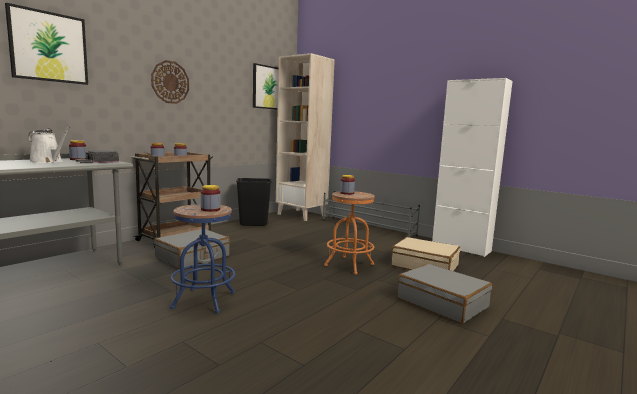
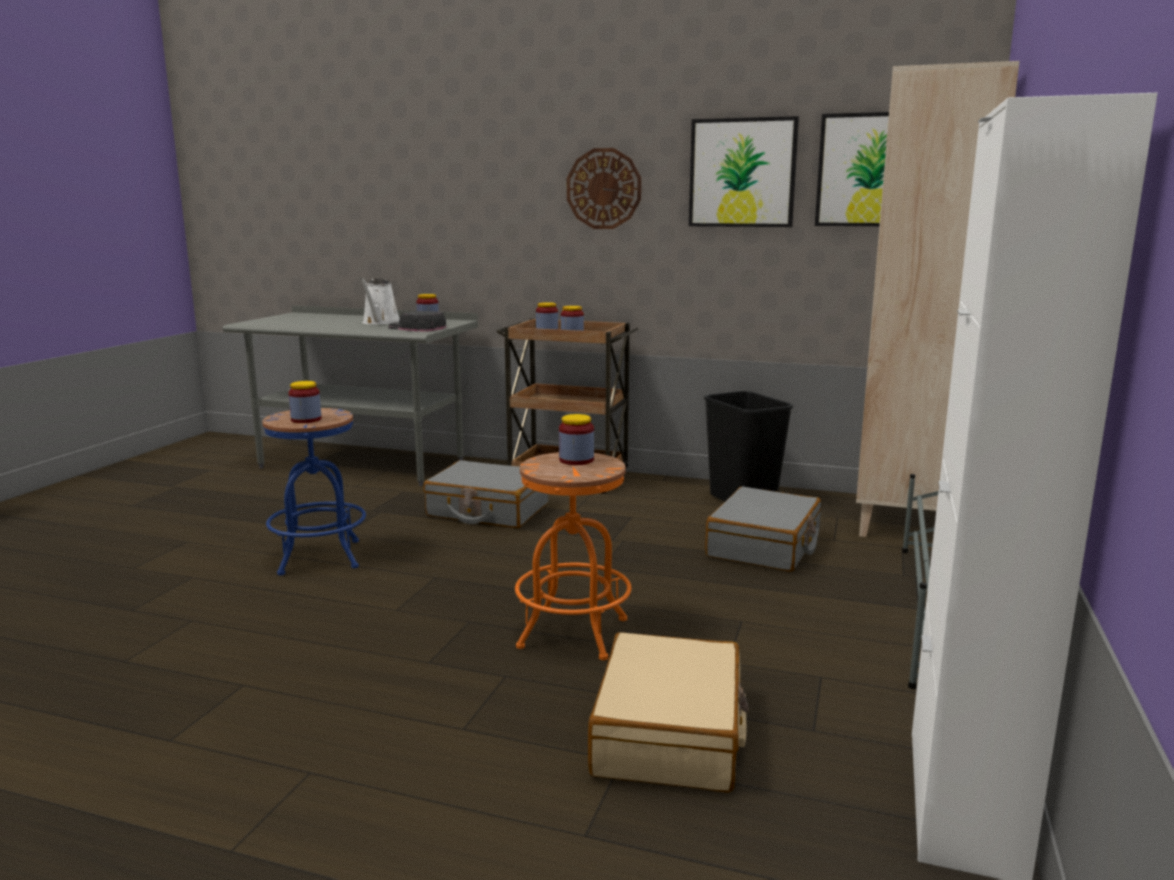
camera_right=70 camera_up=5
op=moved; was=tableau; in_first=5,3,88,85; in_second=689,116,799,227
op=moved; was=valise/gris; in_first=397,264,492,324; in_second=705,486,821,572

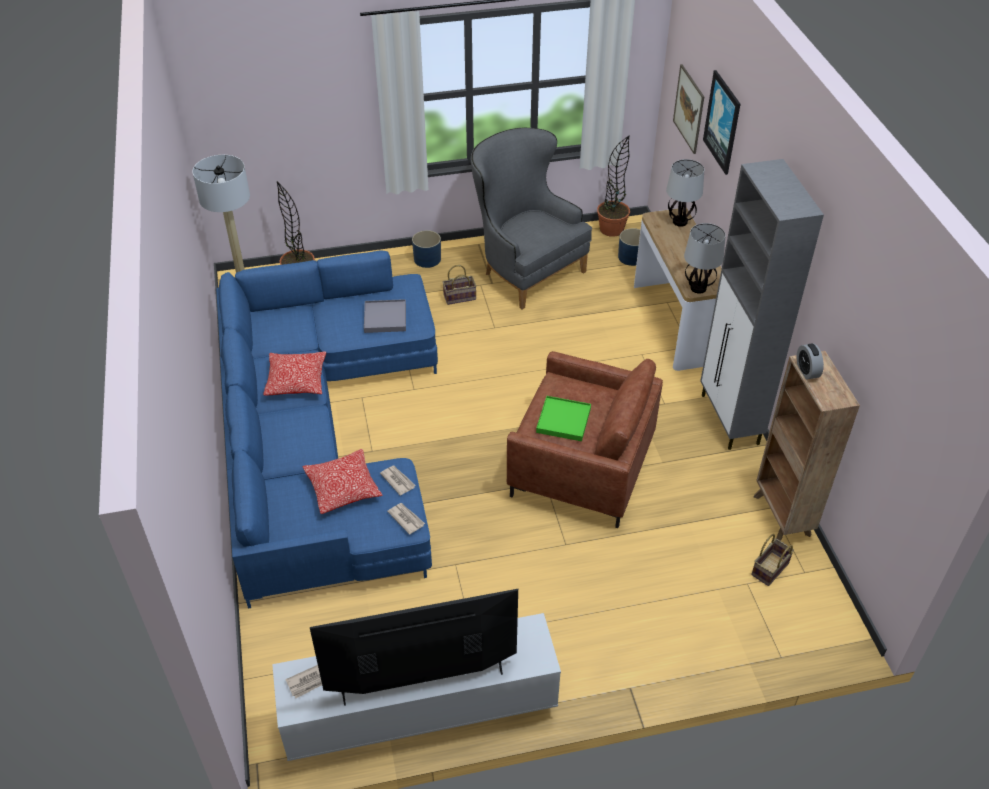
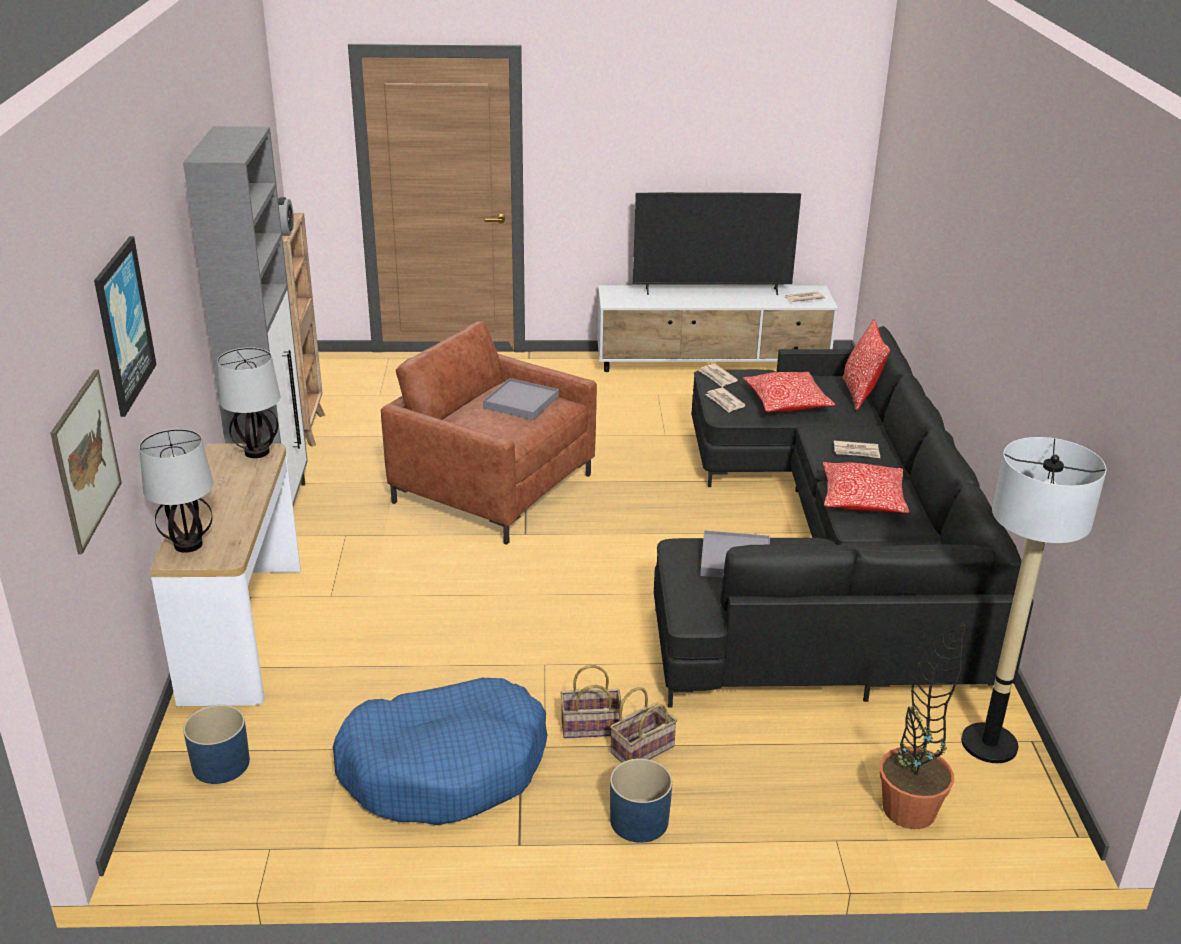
camera_right=-170 camera_up=-15
op=replaced; was=fauteuil/gris; now=panier pour chien/bleu; in_first=471,128,592,310; in_second=333,678,547,825
op=recoloured; was=plateau/vert; now=plateau/gris; in_first=536,396,591,441; in_second=483,378,559,420
op=moved; was=panier; in_first=751,534,794,586; in_second=610,687,677,763
op=recoloured; was=canapé/bleu; now=canapé/noir; in_first=216,251,438,608; in_second=654,326,1034,708
op=added; now=journal; in_second=834,441,880,458
op=added; now=coussin; in_second=842,319,890,411
op=removed; was=plante en pot; in_first=597,136,630,237

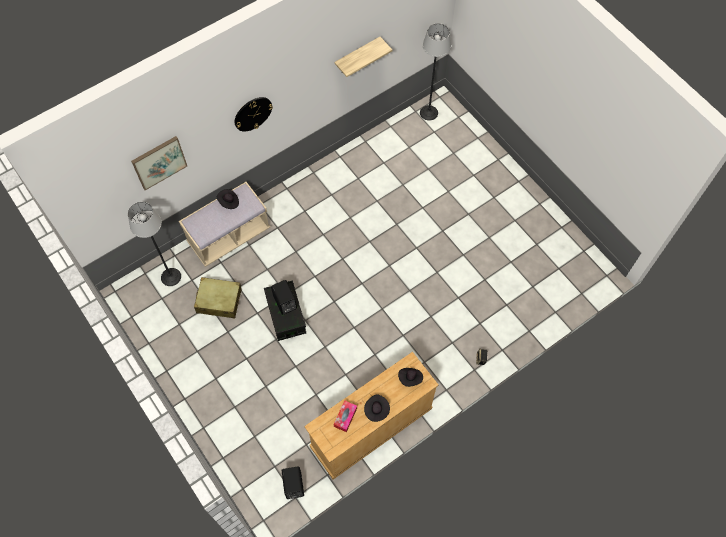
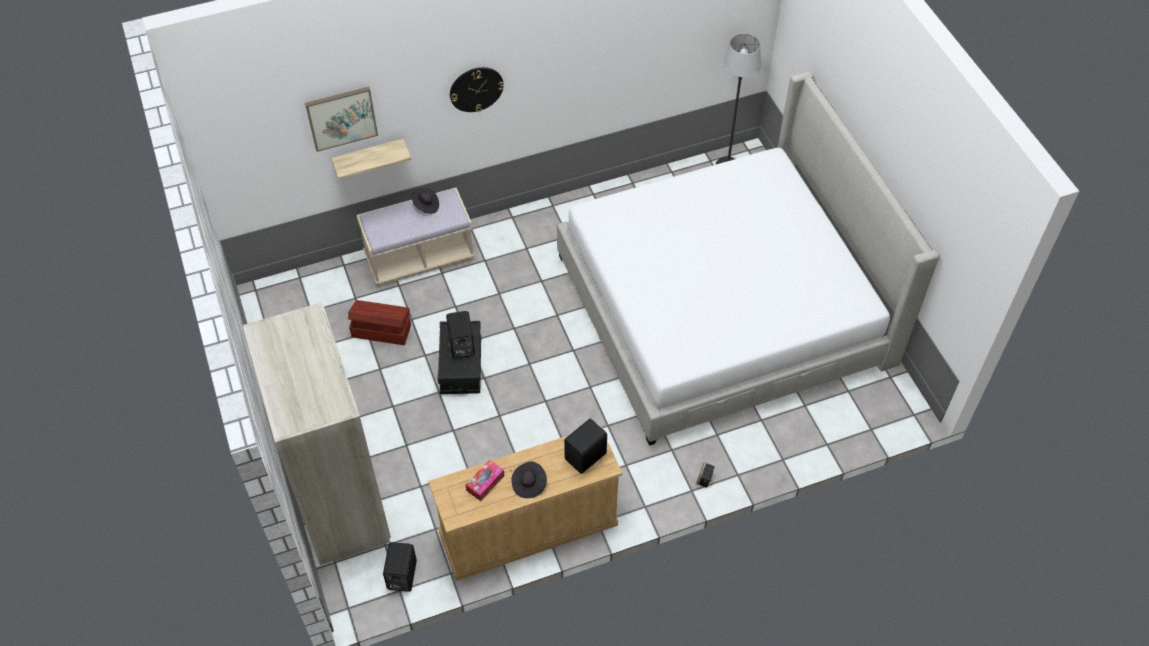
camera_right=15 camera_up=-10
op=added; now=armoire/beige; in_second=242,302,391,565
op=moved; was=étagère; in_first=334,37,392,77; in_second=331,139,411,179
op=replaced; was=valise/beige; now=boîte de rangement/marron; in_first=194,277,242,319; in_second=348,300,411,345
op=added; now=lit; in_second=557,71,940,446
op=replaced; was=chapeau/noir; now=enceinte/noir; in_first=398,368,423,387; in_second=564,419,607,474
op=removed; was=lampadaire; in_first=128,202,181,286

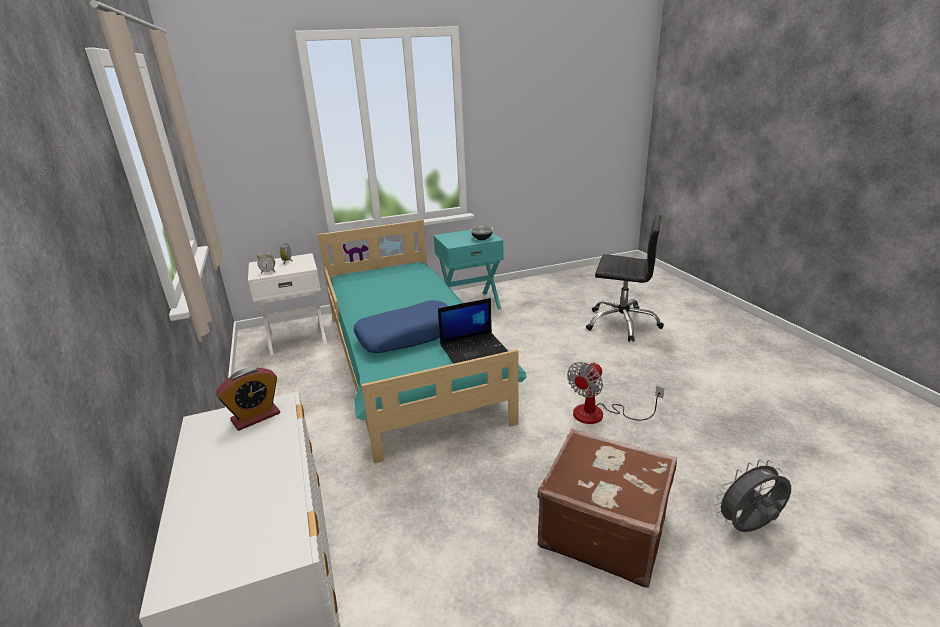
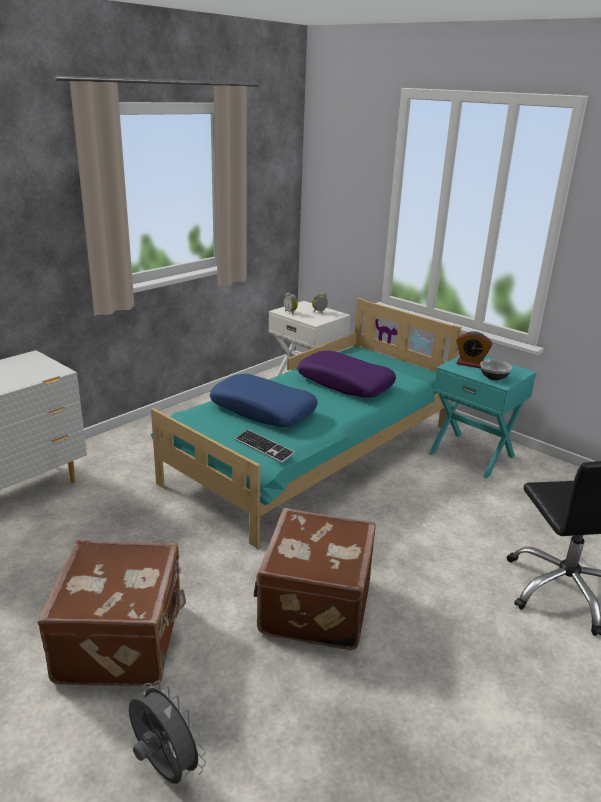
camera_right=60 camera_up=0
op=replaced; was=ordinateur portable; now=clavier; in_first=438,298,508,364; in_second=235,430,295,463
op=replaced; was=ventilateur; now=valise/marron; in_first=567,362,664,424; in_second=254,508,376,650
op=added; now=coussin/violet; in_second=298,351,396,398
op=moved; was=réveil; in_first=216,367,280,431; in_second=456,331,492,369

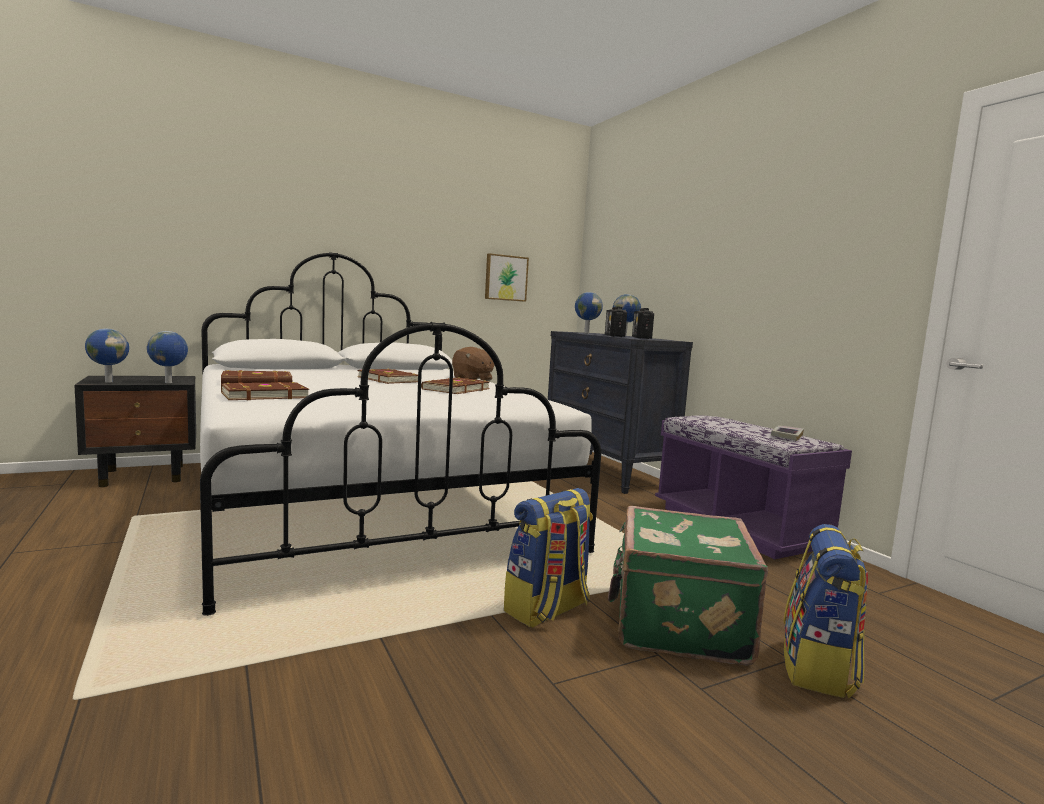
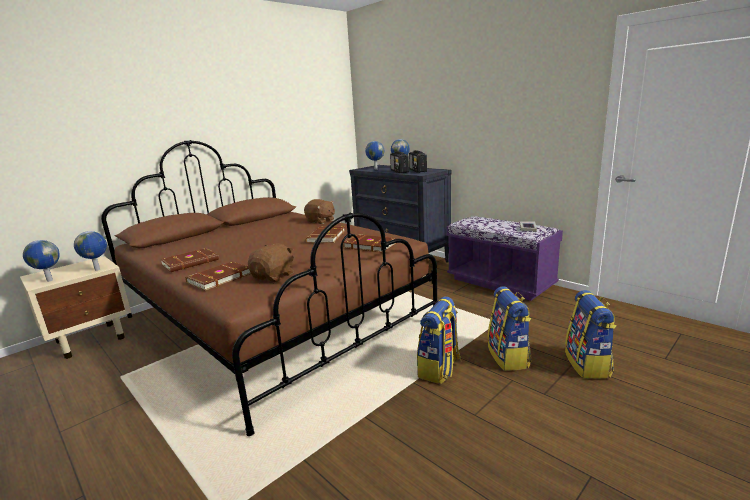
camera_right=-15 camera_up=10
op=recoloured; was=table de chevet/noir; now=table de chevet/beige; in_first=74,376,196,487; in_second=20,256,131,359
op=recoloured; was=lit/blanc; now=lit/marron; in_first=200,252,601,616; in_second=101,140,437,436
op=added; now=peluche/marron; in_second=248,243,294,282
op=moved; was=livre/marron; in_first=358,369,418,384; in_second=343,234,397,253
op=replaced; was=valise/vert; now=sac à dos; in_first=608,506,768,666; in_second=487,286,532,371
op=removed; was=tableau; in_first=485,253,529,302

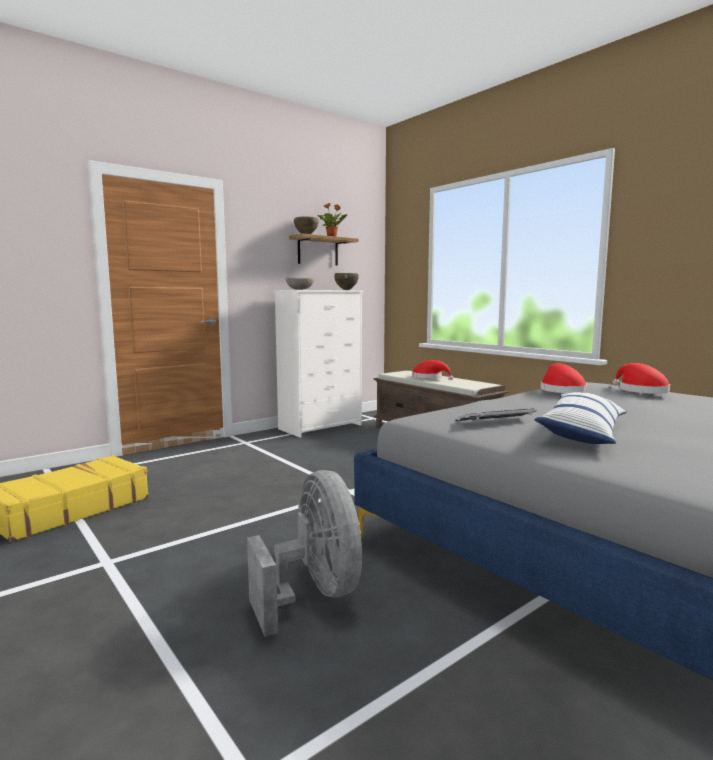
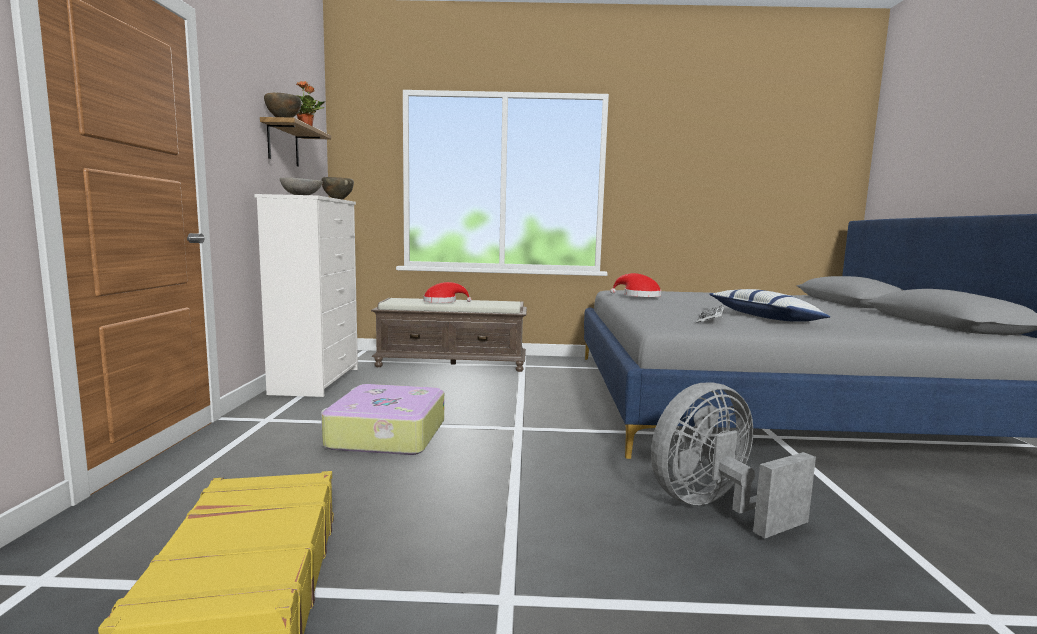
camera_right=-50 camera_up=0
op=added; now=valise; in_second=321,384,444,455
op=turned; was=ventilateur/gris; in_first=247,470,362,637; in_second=651,383,816,538; clockwise=-45
op=removed; was=chapeau/rouge; in_first=613,363,670,394

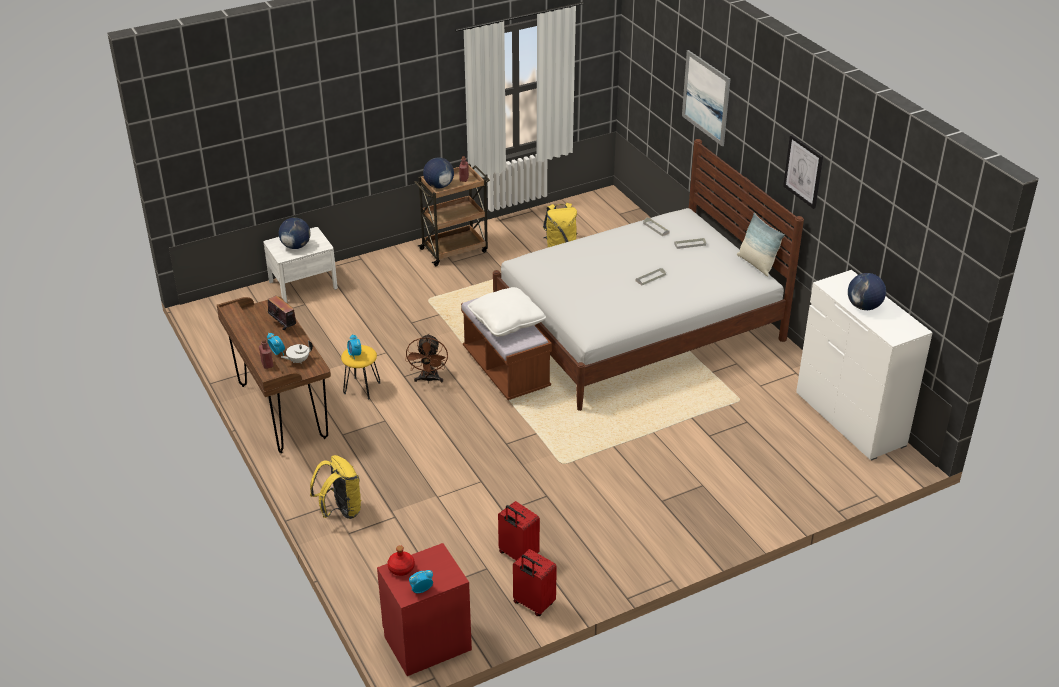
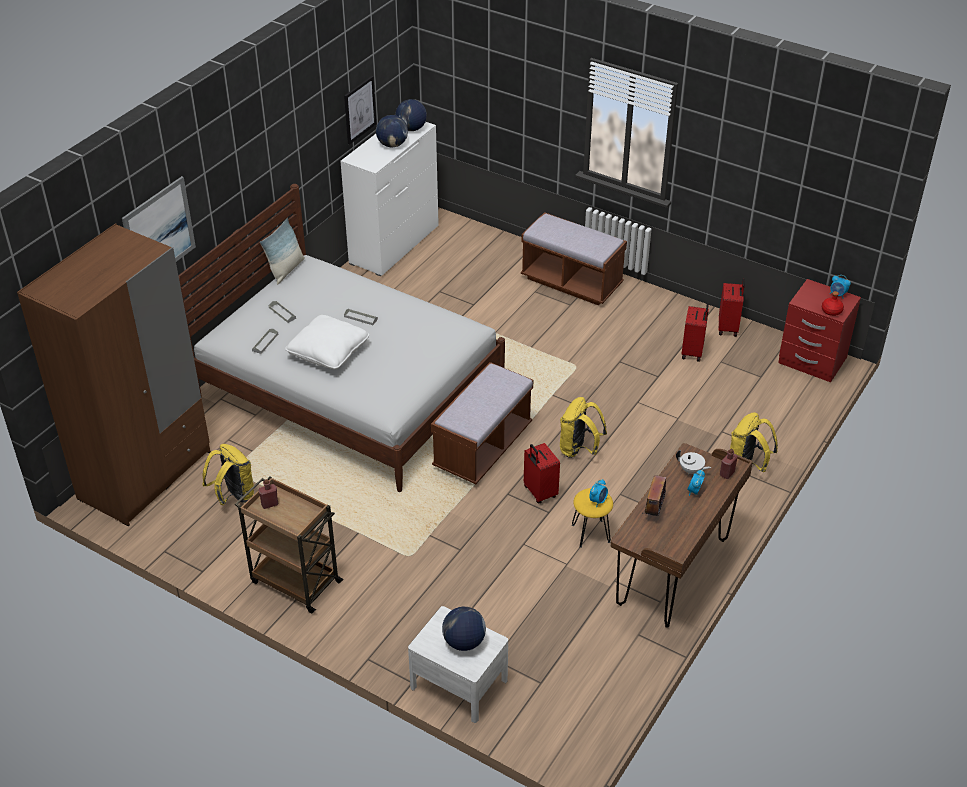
camera_right=-120 camera_up=5
op=added; now=armoire/marron; in_second=17,223,211,526
op=moved; was=coussin/blanc; in_first=468,287,546,337; in_second=285,315,369,369
op=moved; was=tableau; in_first=783,134,823,209; in_second=344,76,376,145
op=moved; was=globe; in_first=423,157,454,188; in_second=395,99,427,131
op=added; now=banc/marron; in_second=521,212,627,306
op=replaced; was=ventilateur/marron; now=valise/rouge; in_first=405,334,448,383; in_second=524,443,560,503
op=added; now=sac à dos/jaune; in_second=560,397,607,458

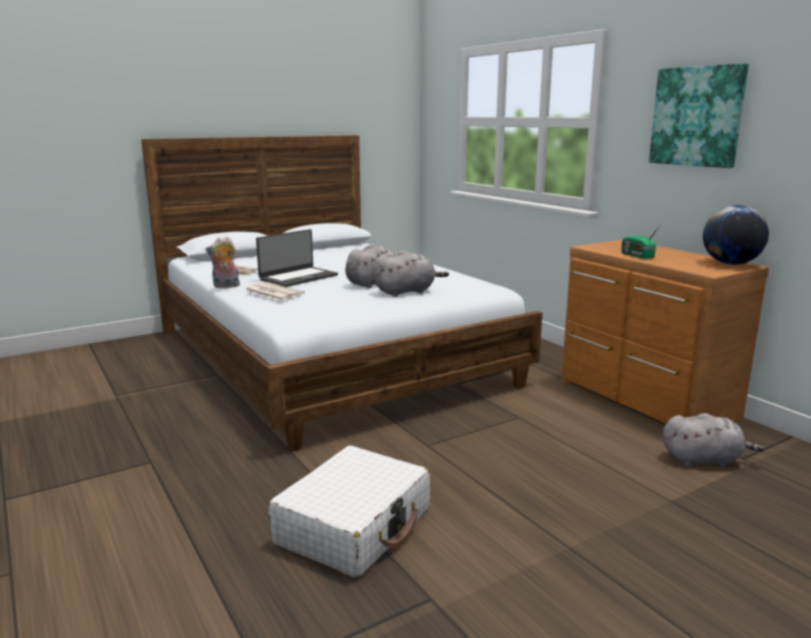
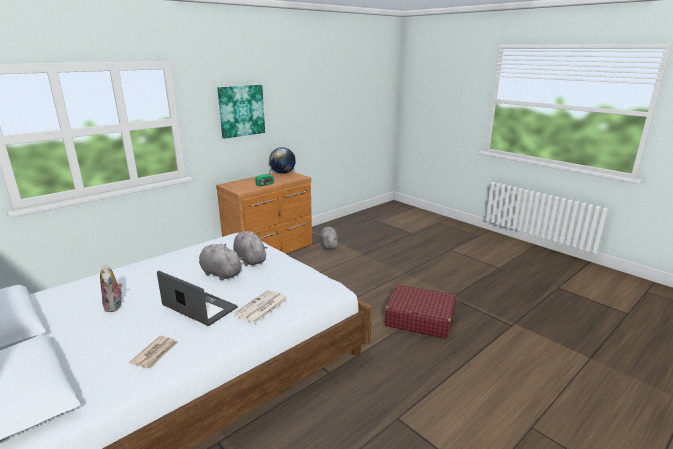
camera_right=-100 camera_up=5
op=moved; was=peluche; in_first=205,236,240,288; in_second=100,264,122,312
op=recoloured; was=valise/blanc; now=valise/rouge; in_first=269,446,430,578; in_second=385,285,456,339

